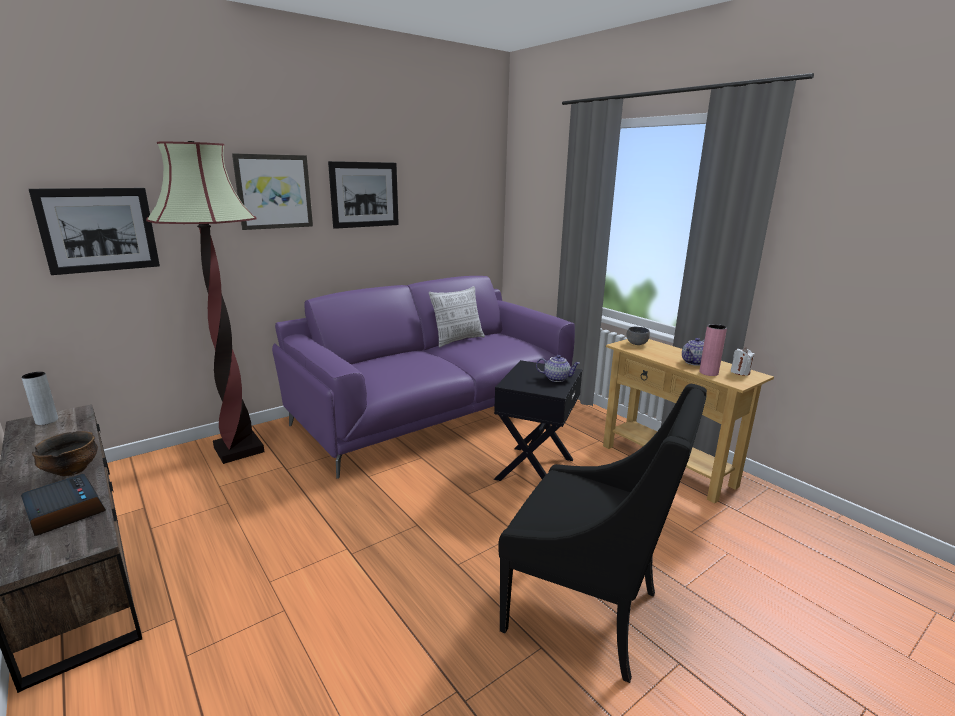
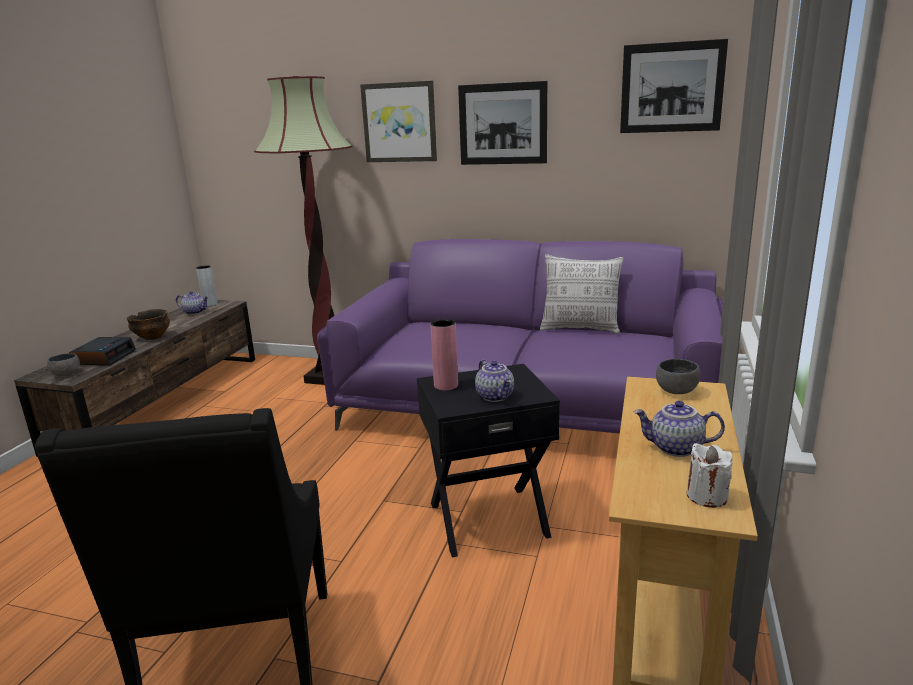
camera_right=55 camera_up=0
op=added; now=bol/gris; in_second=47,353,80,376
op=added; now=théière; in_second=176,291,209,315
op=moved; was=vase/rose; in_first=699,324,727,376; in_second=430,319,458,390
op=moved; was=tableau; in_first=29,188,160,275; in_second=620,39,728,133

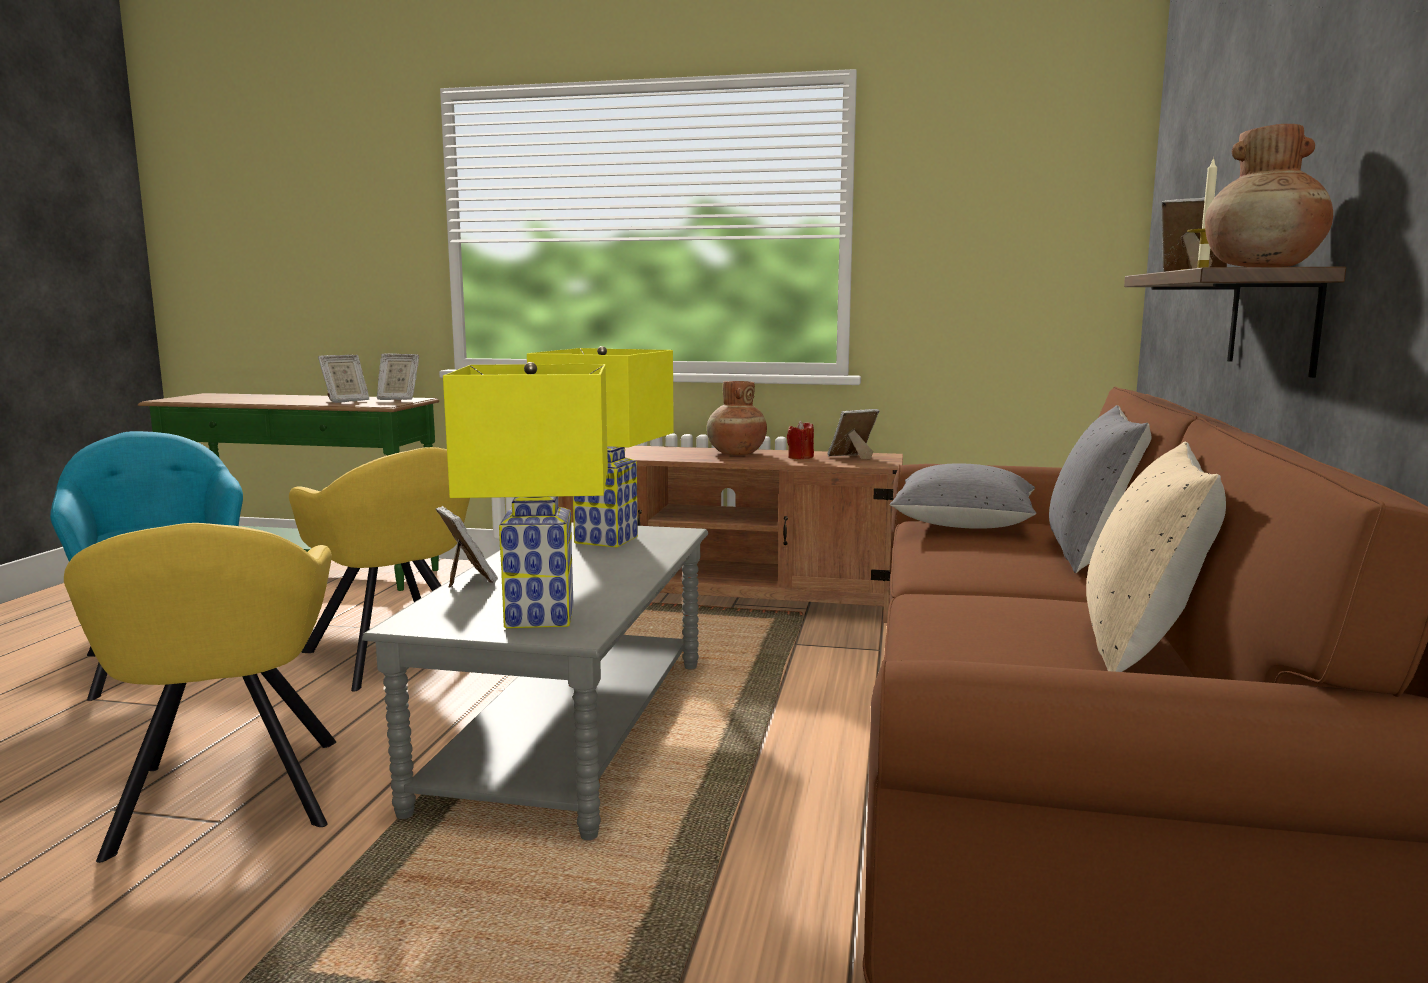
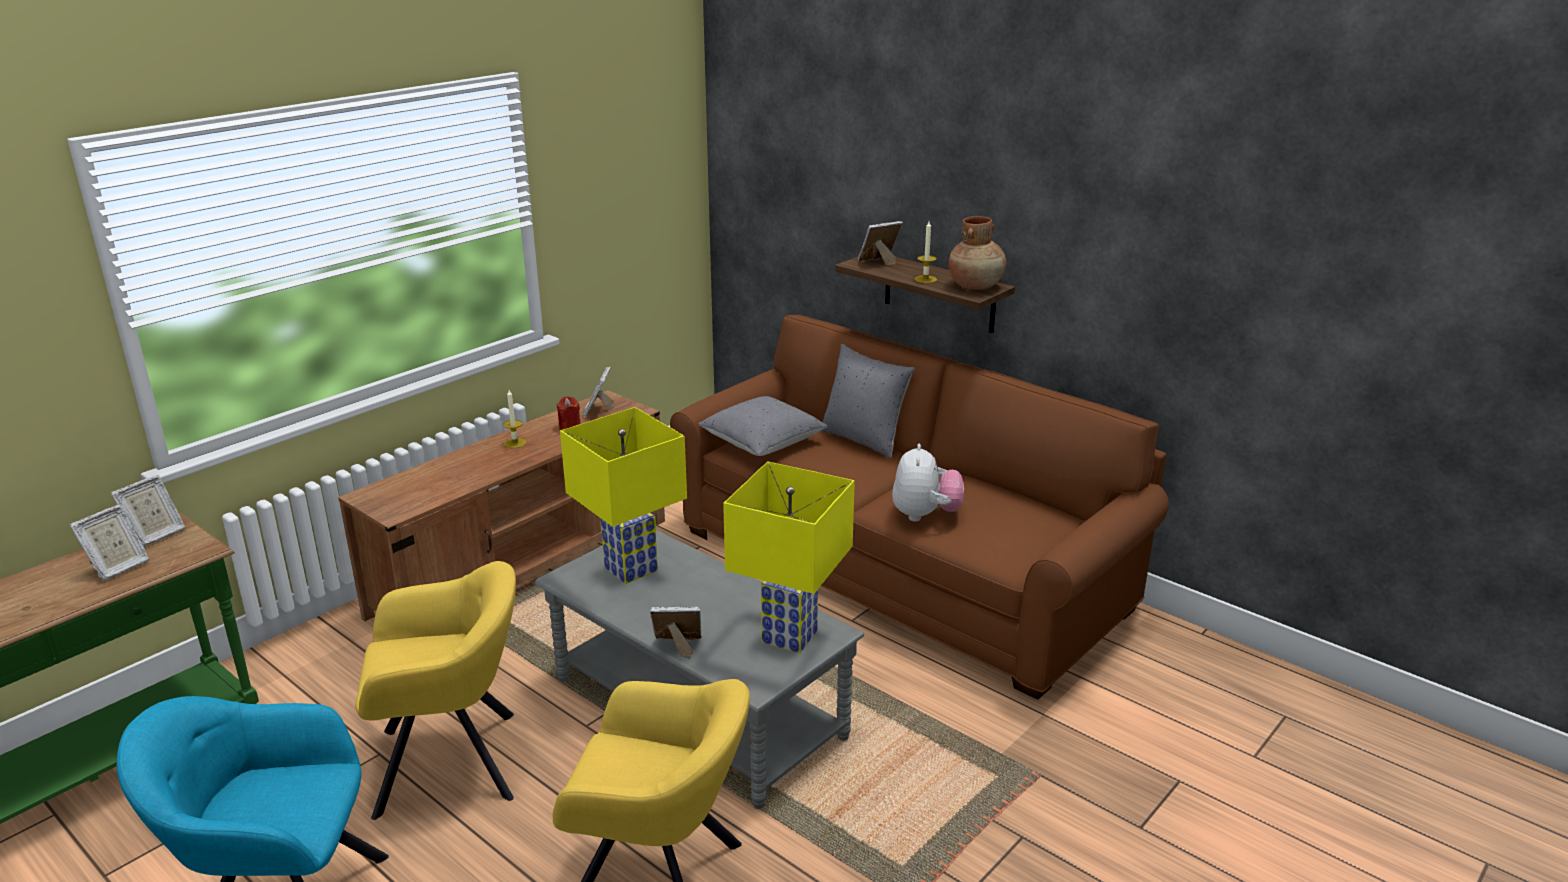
camera_right=-60 camera_up=15
op=turned; was=cadre photo; in_first=318,355,369,403; in_second=69,505,149,581; clockwise=45
op=replaced; was=vase/marron; now=bougie; in_first=707,381,767,455; in_second=503,390,526,448
op=added; now=peluche; in_second=892,444,964,522
op=removed; was=coussin/beige; in_first=1086,442,1226,672

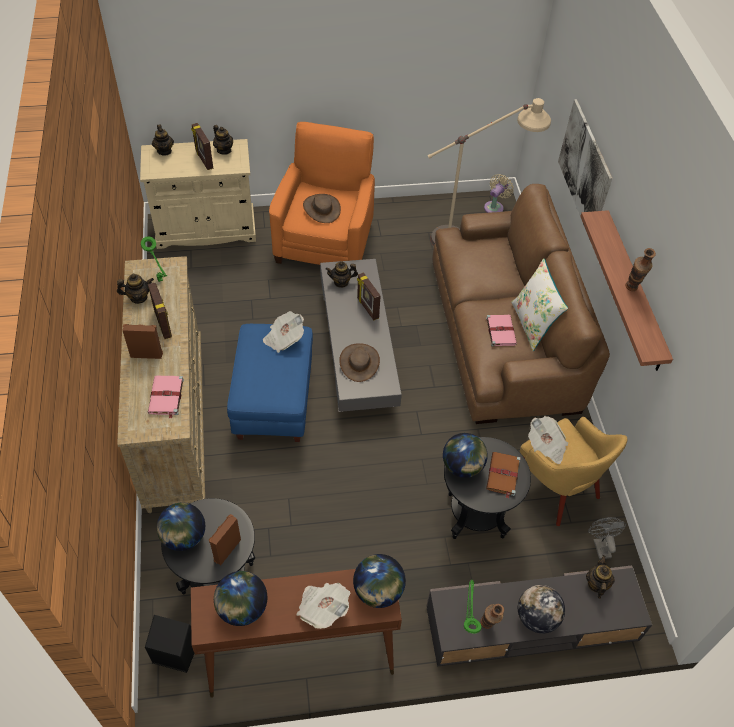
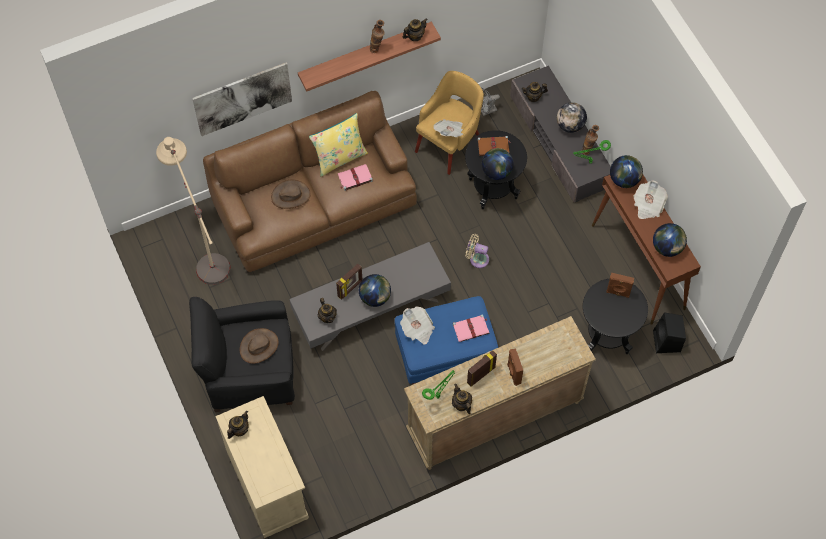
camera_right=-105 camera_up=10
op=recoloured; was=fauteuil/orange; now=fauteuil/noir; in_first=269,122,375,265; in_second=189,297,295,412
op=moved; was=chapeau/marron; in_first=339,343,380,382; in_second=271,179,311,209
op=recoloured; was=coussin/blanc; now=coussin/jaune; in_first=511,258,568,351; in_second=309,113,368,177
op=moved; was=globe; in_first=157,503,205,551; in_second=359,274,391,307
op=moved; was=théière; in_first=152,124,174,156; in_second=403,18,428,41
op=moved; was=livre/rose; in_first=148,375,184,418; in_second=453,314,489,342
op=moved; was=ventilateur/beige; in_first=484,174,514,213; in_second=466,234,489,268
op=removed; was=cadre photo; in_first=191,123,213,170

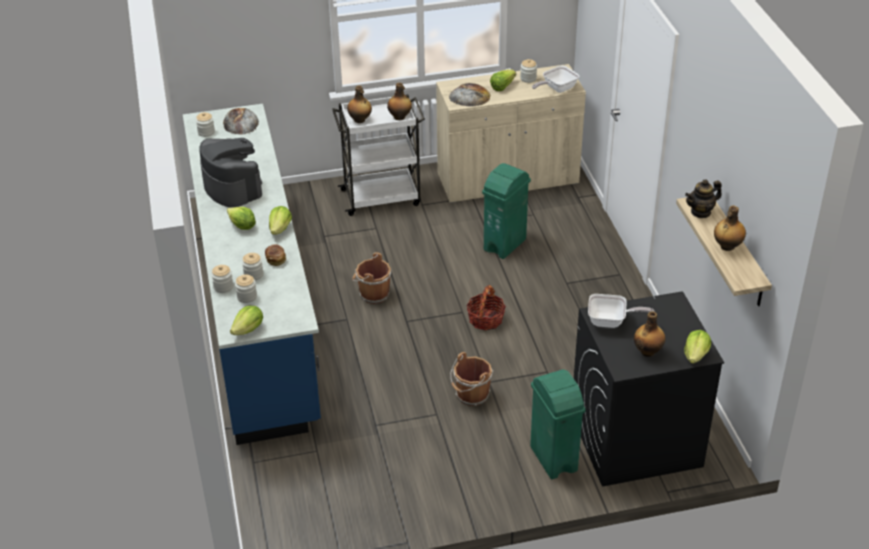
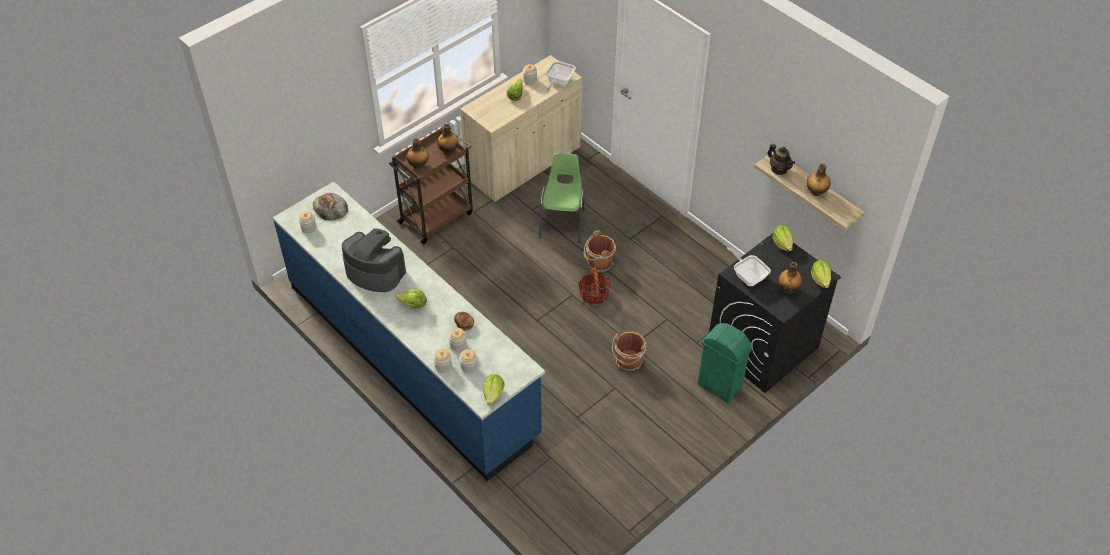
camera_right=-30 camera_up=10
op=recoloured; was=chariot/blanc; now=chariot/marron; in_first=332,94,425,216; in_second=389,127,473,244
op=replaced; was=poubelle/vert; now=chaise/vert; in_first=482,163,531,259; in_second=539,153,584,243
op=moved; was=seau/marron; in_first=352,252,391,304; in_second=583,230,616,272
op=turned; was=poêle; in_first=588,294,654,328; in_second=727,247,771,286; clockwise=-105
op=turned; was=théière; in_first=685,179,722,218; in_second=767,144,795,175; clockwise=-75
op=moved; was=laitue; in_first=269,206,292,235; in_second=772,225,793,251
op=removed; was=pain; in_first=449,83,490,106

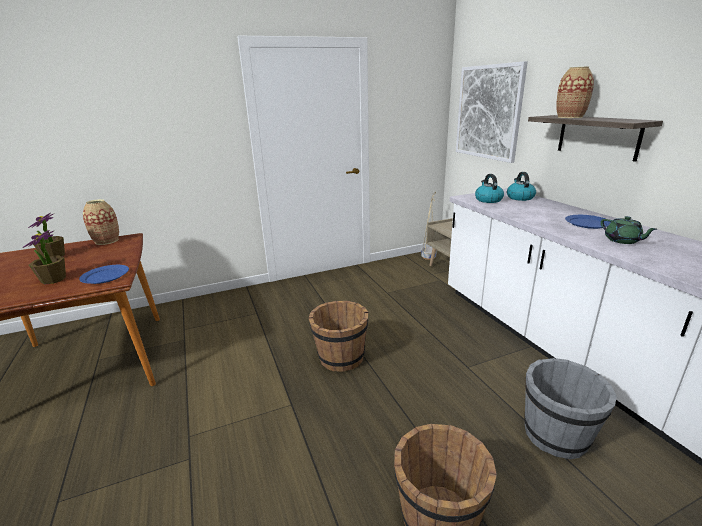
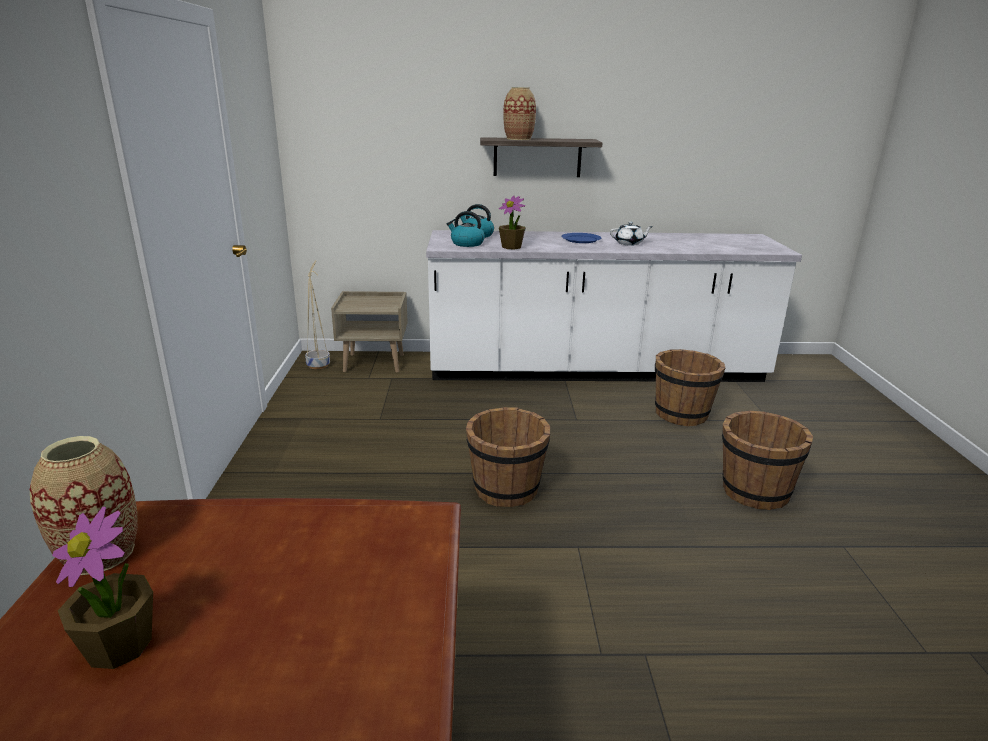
camera_right=-70 camera_up=0
op=moved; was=plante en pot; in_first=23,230,66,284; in_second=499,196,526,249
op=recoloured; was=théière/vert; now=théière/blanc; in_first=601,216,657,244; in_second=610,222,653,246
op=recoloured; was=seau/gris; now=seau/marron; in_first=524,358,617,460; in_second=655,349,725,426
op=removed; was=assiette/bleu; in_first=79,265,129,284
op=removed; was=tableau; in_first=456,61,528,163

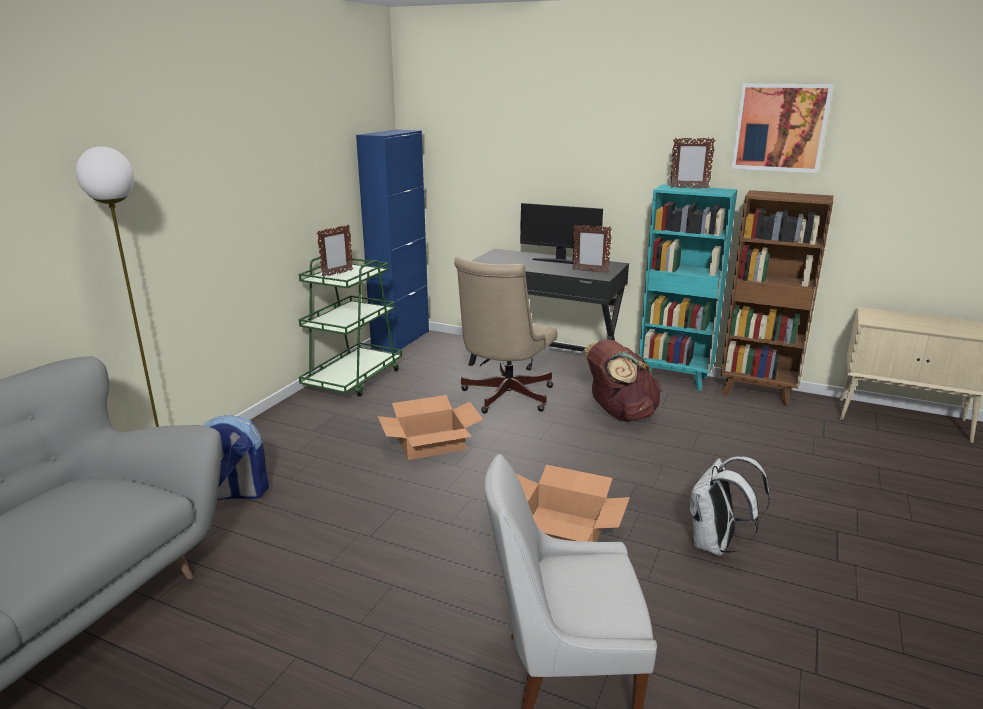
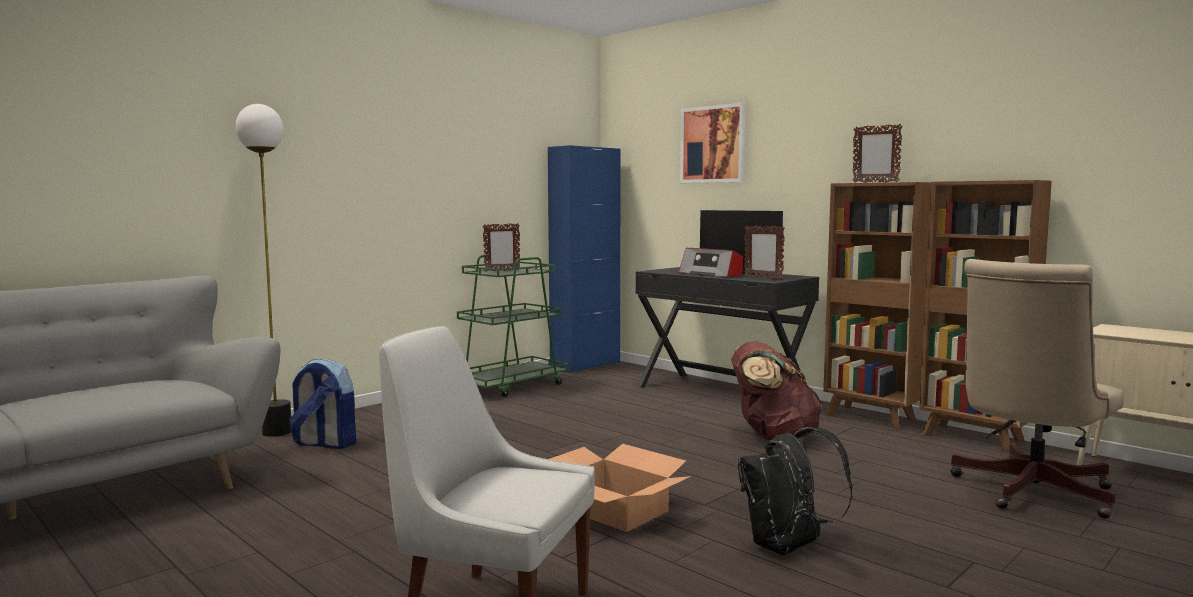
camera_right=20 camera_up=-15
op=added; now=radio; in_second=679,248,743,277
op=moved; was=tableau; in_first=732,83,833,173; in_second=680,103,746,183
op=recoloured; was=sac à dos/blanc; now=sac à dos/noir; in_first=690,456,770,556; in_second=738,427,853,555
op=recoloured; was=bibliothèque/turquoise; now=bibliothèque/marron; in_first=639,185,738,391; in_second=823,182,931,429
op=moved; was=chaise de bureau/beige; in_first=454,256,558,414; in_second=950,259,1124,519
op=removed; was=carton; in_first=378,395,483,460

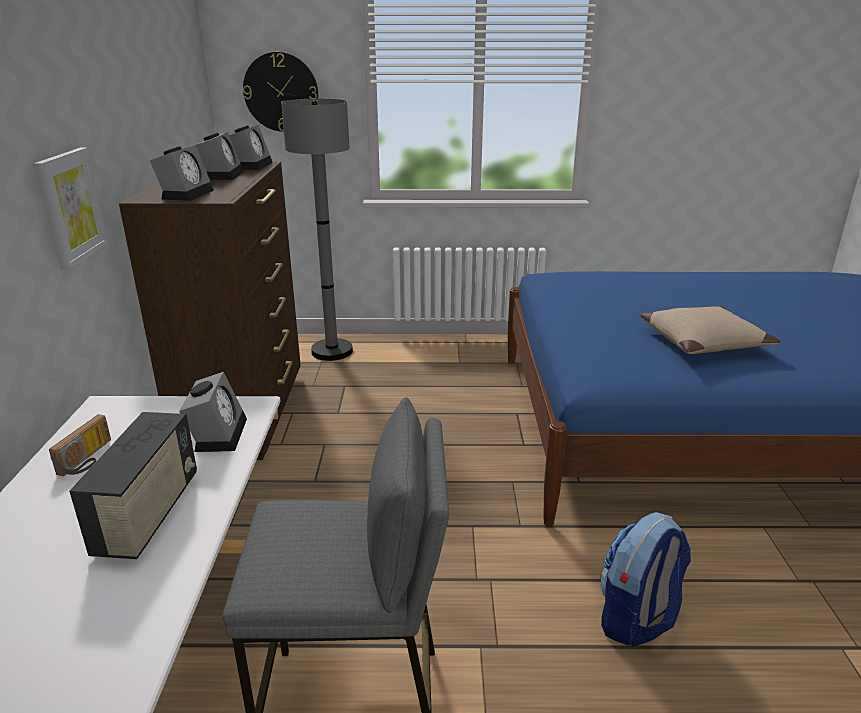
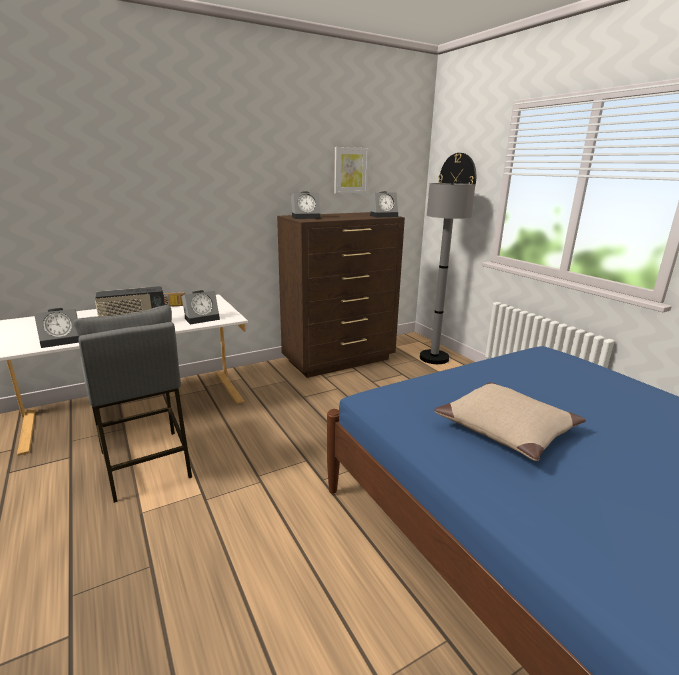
camera_right=60 camera_up=-5
op=moved; was=réveil; in_first=196,132,244,180; in_second=34,308,79,348
op=moved; was=tableau; in_first=34,148,108,270; in_second=334,147,369,194
op=removed; was=sac à dos; in_first=600,512,691,647

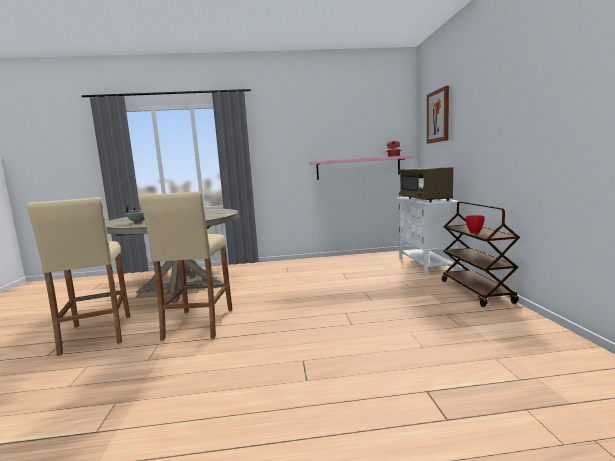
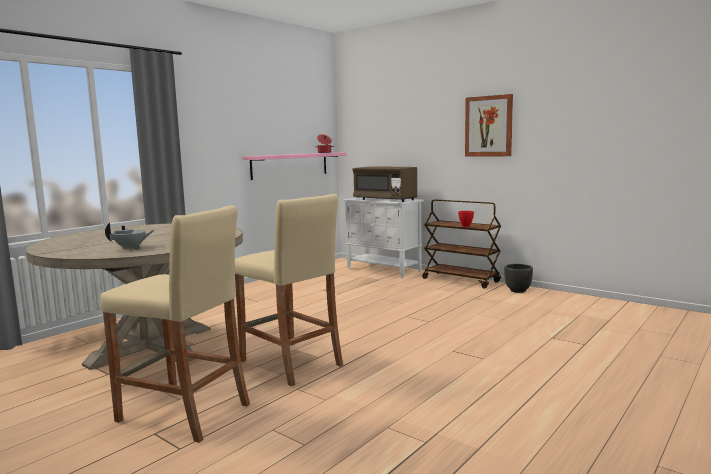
camera_right=-45 camera_up=0
op=moved; was=tableau; in_first=427,86,449,144; in_second=465,94,513,157
op=added; now=cache-pot/noir; in_second=505,264,533,293

